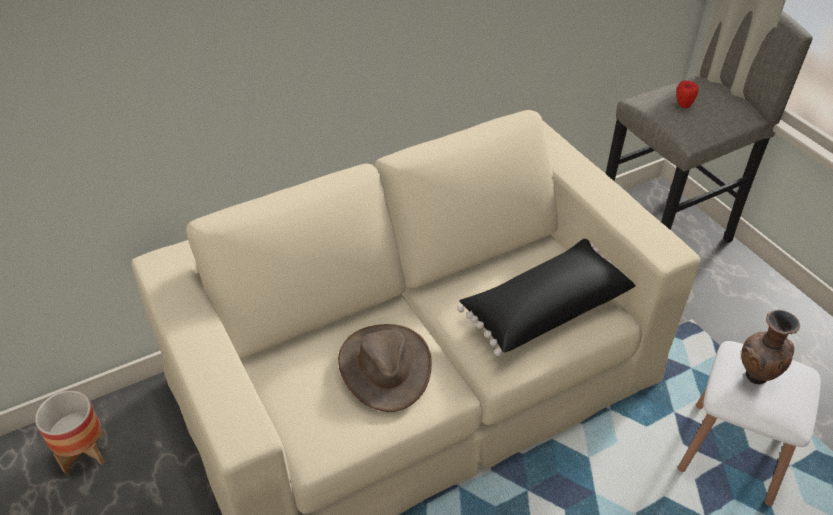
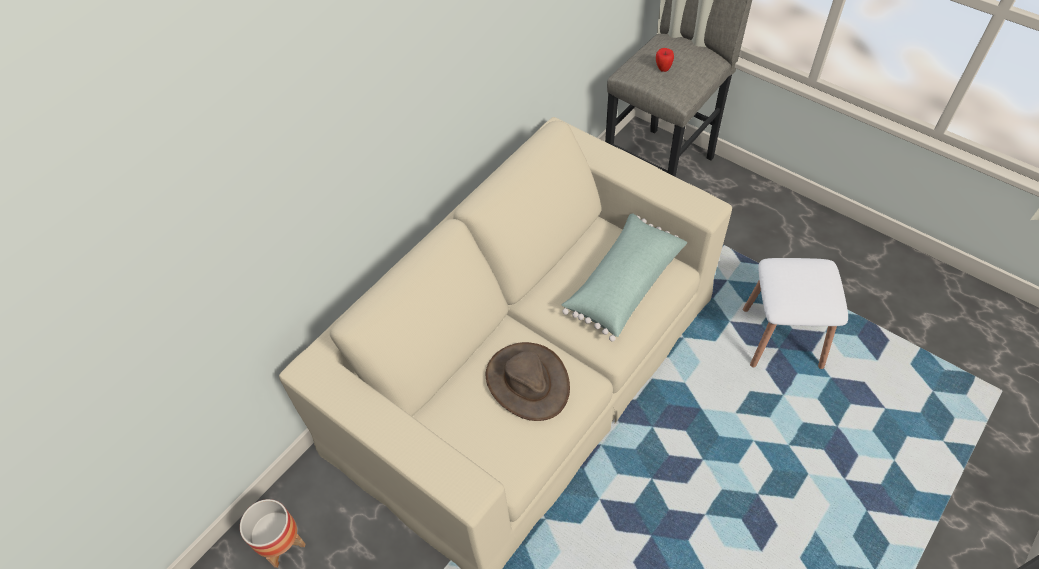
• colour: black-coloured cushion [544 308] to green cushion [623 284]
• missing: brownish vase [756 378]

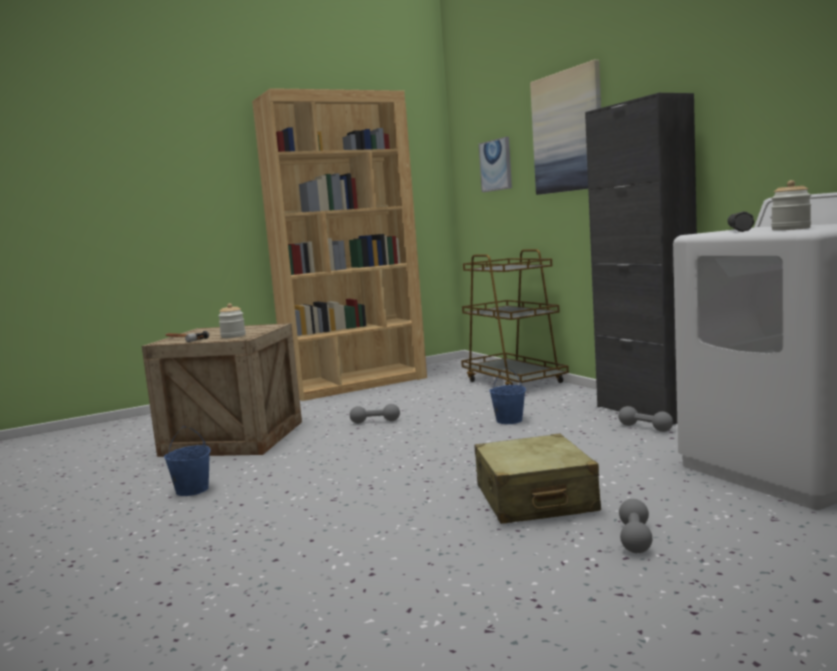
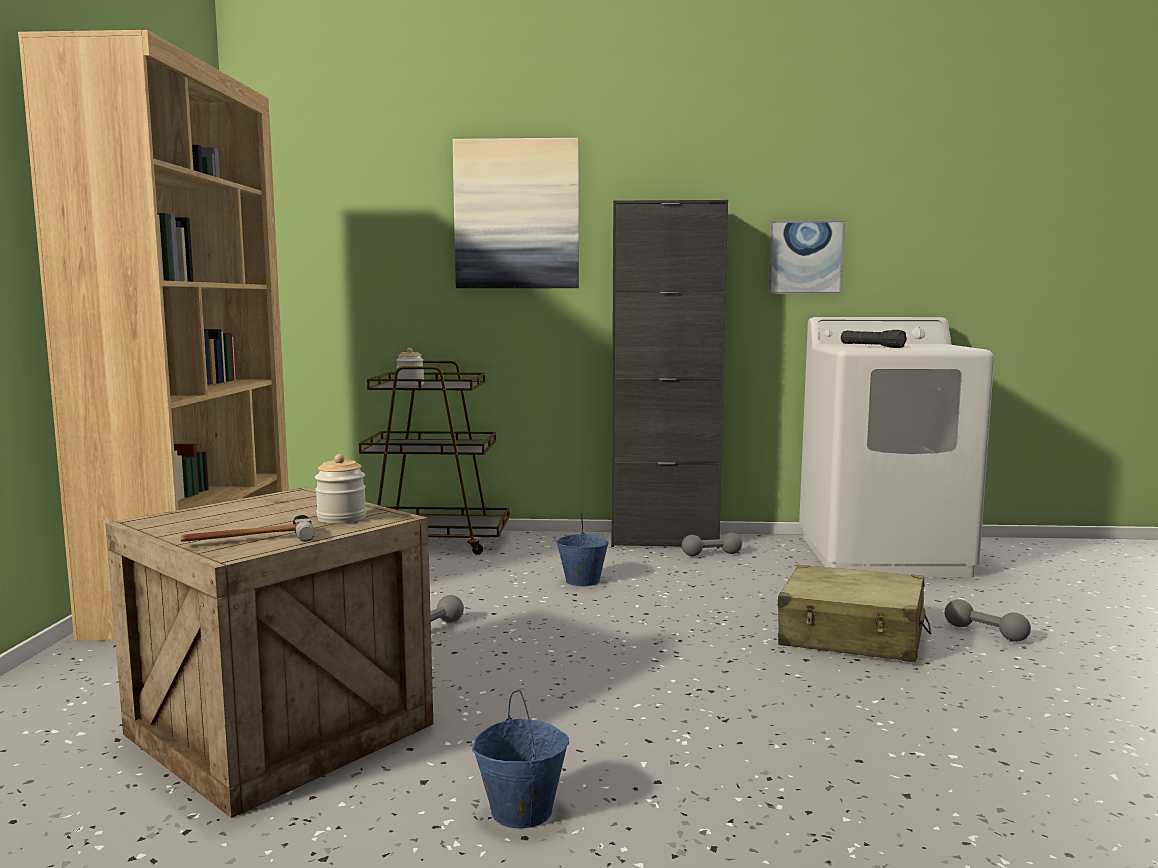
• relocated: wall picture [496 165] to [805 257]
• relocated: jar [791 229] to [410 384]

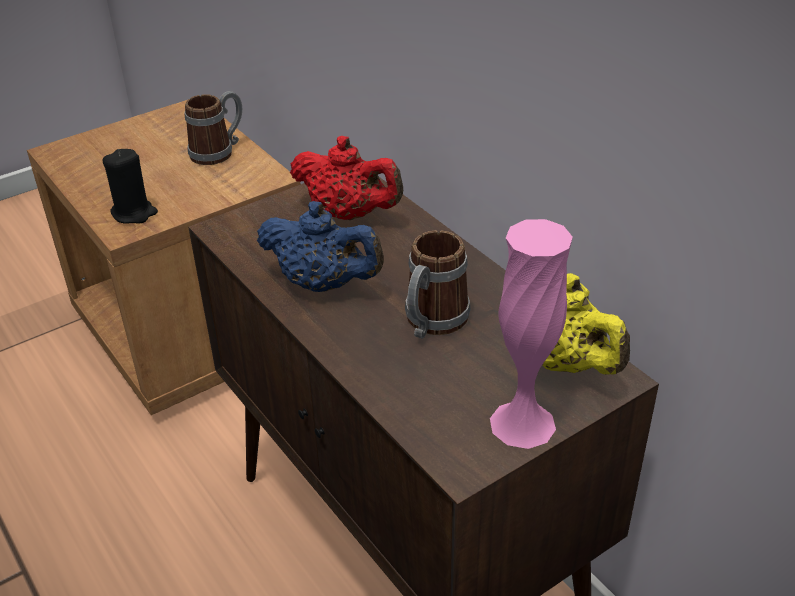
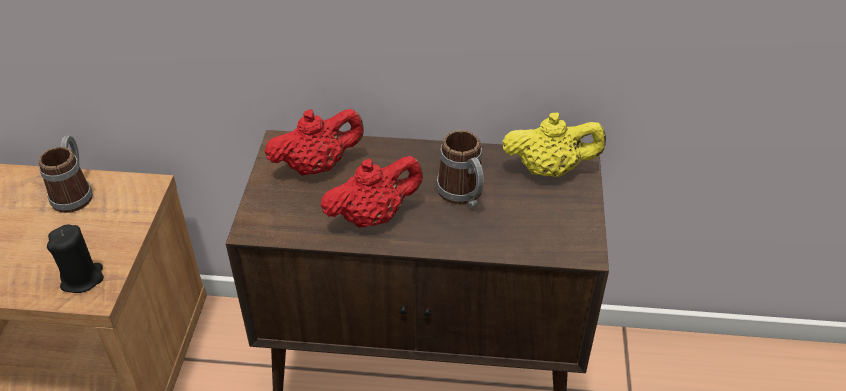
• colour: blue teapot [323 284] to reddish teapot [373 216]
• missing: pinkish vase [522 424]

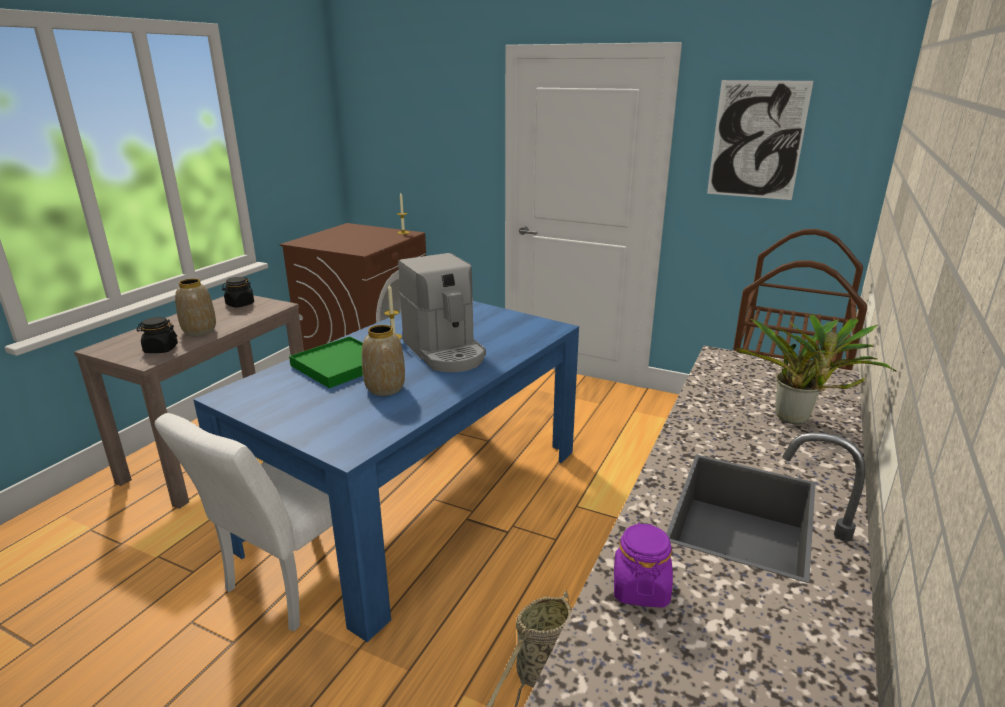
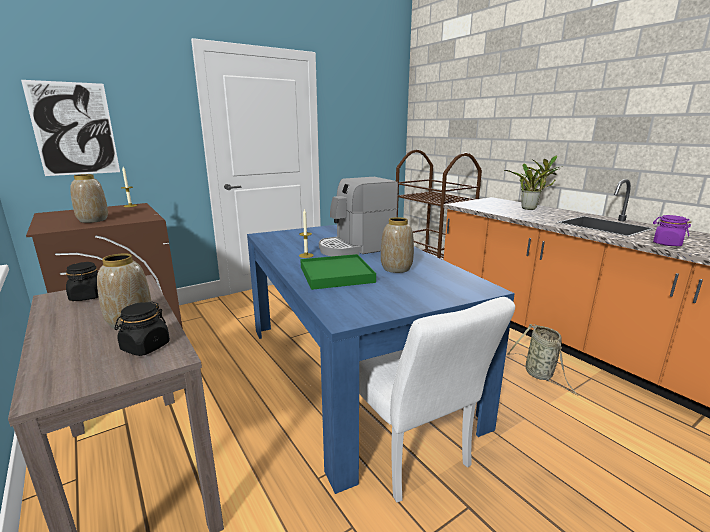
• relocated: wall picture [757 140] to [74 129]
• spun: coffee machine [445 352] = [356 248] 150 degrees clockwise
• appeared: vase [93 220]

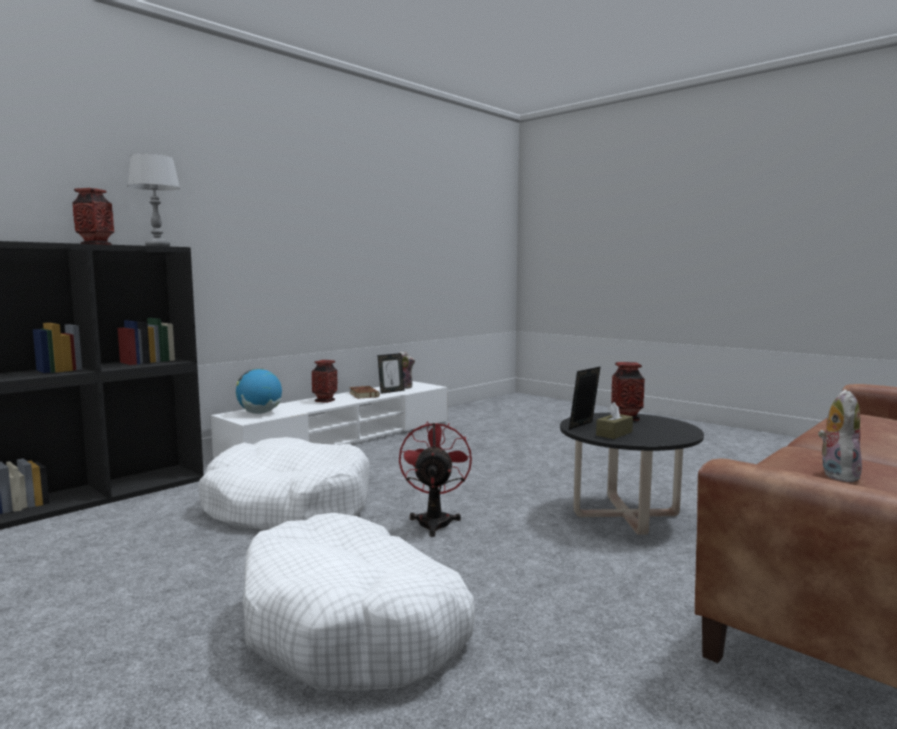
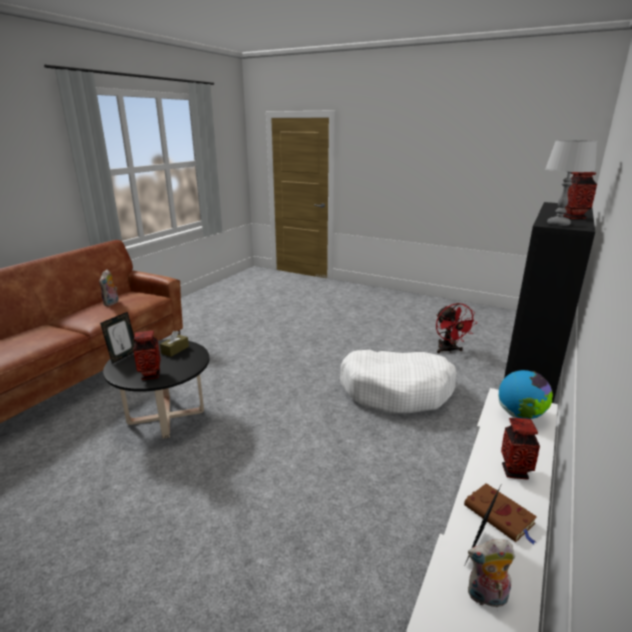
• relocated: picture frame [584 426] to [123 356]
• relocated: reddish fan [435 520] to [448 350]
• missing: white pet bed [353 626]

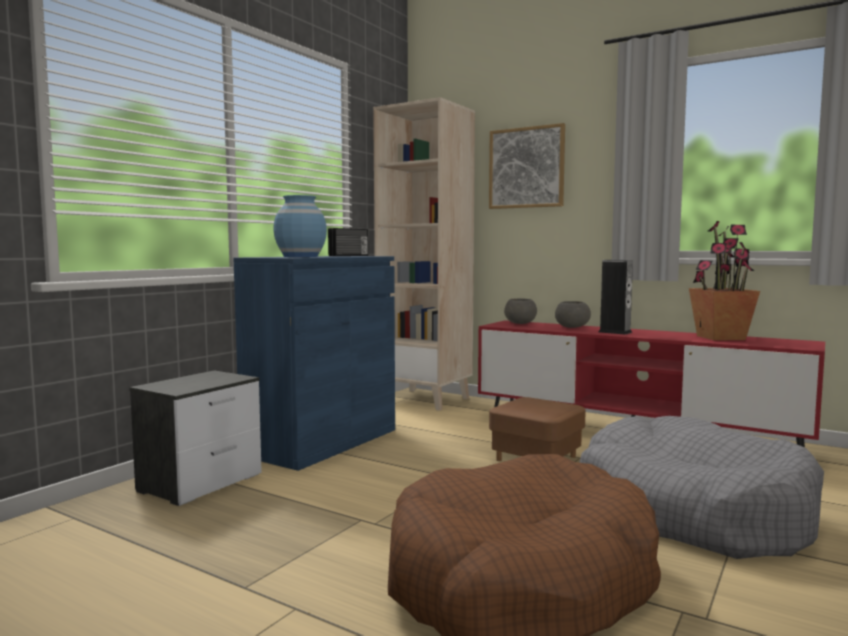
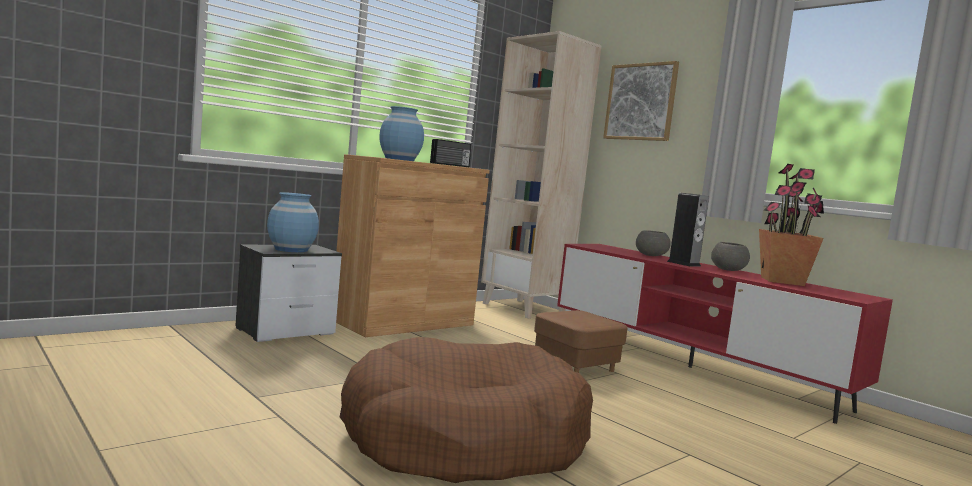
• colour: blue cabinet [322 442] to brownish cabinet [404 322]
• relocated: gray deep dish [520 323] to [728 270]
• missing: gray pet bed [692 511]
• appeared: blue vase [291 249]

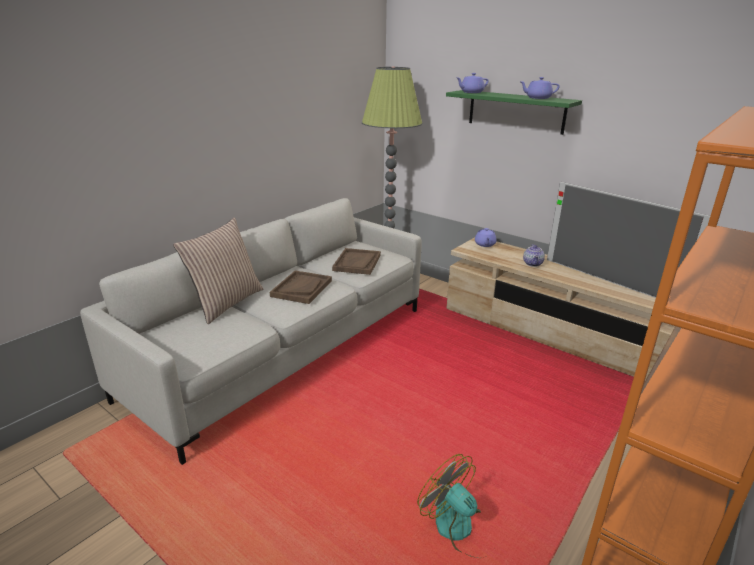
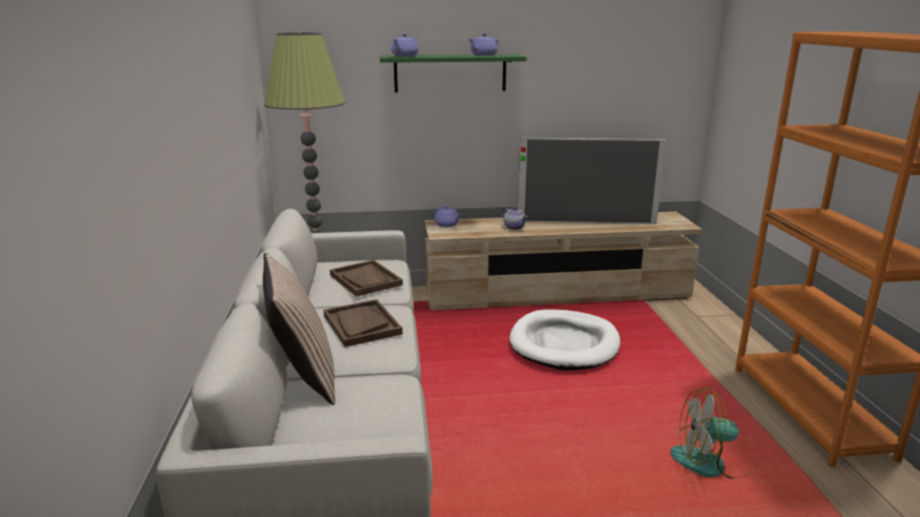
• appeared: white pet bed [564 344]

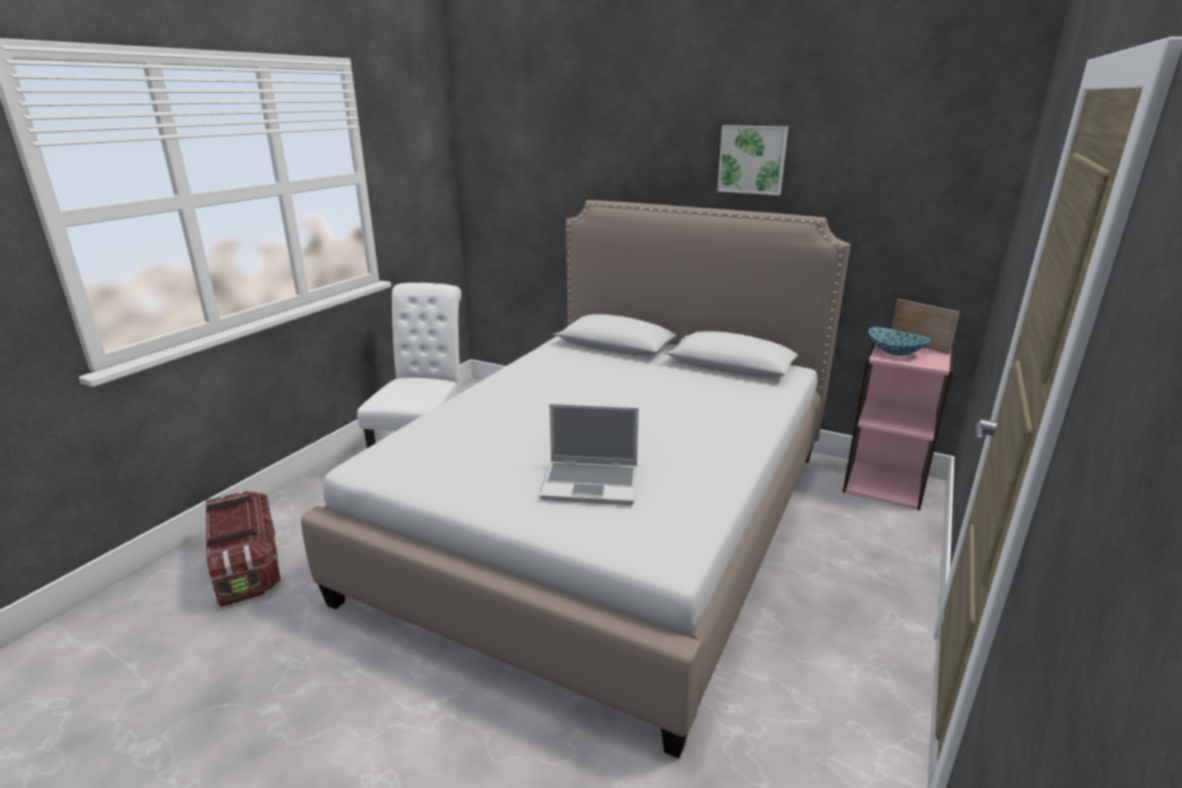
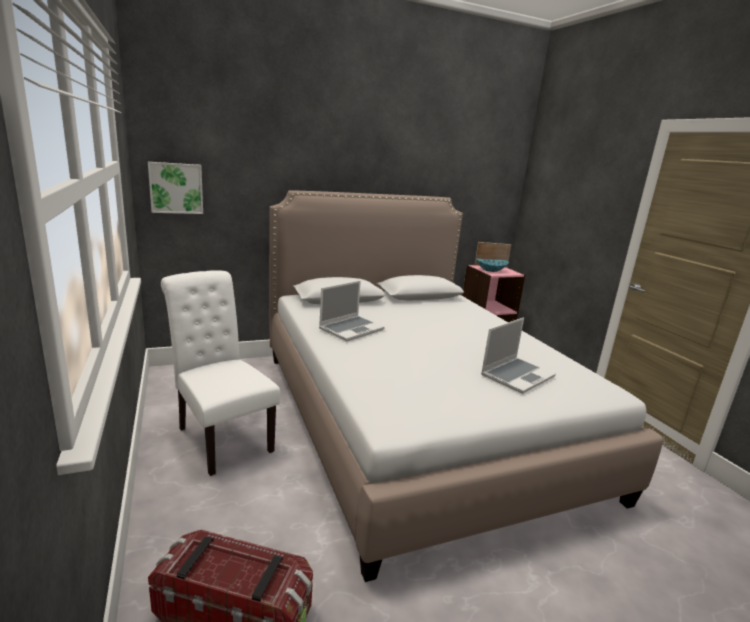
• relocated: wall picture [752 159] to [176 188]
• appeared: laptop [351 329]

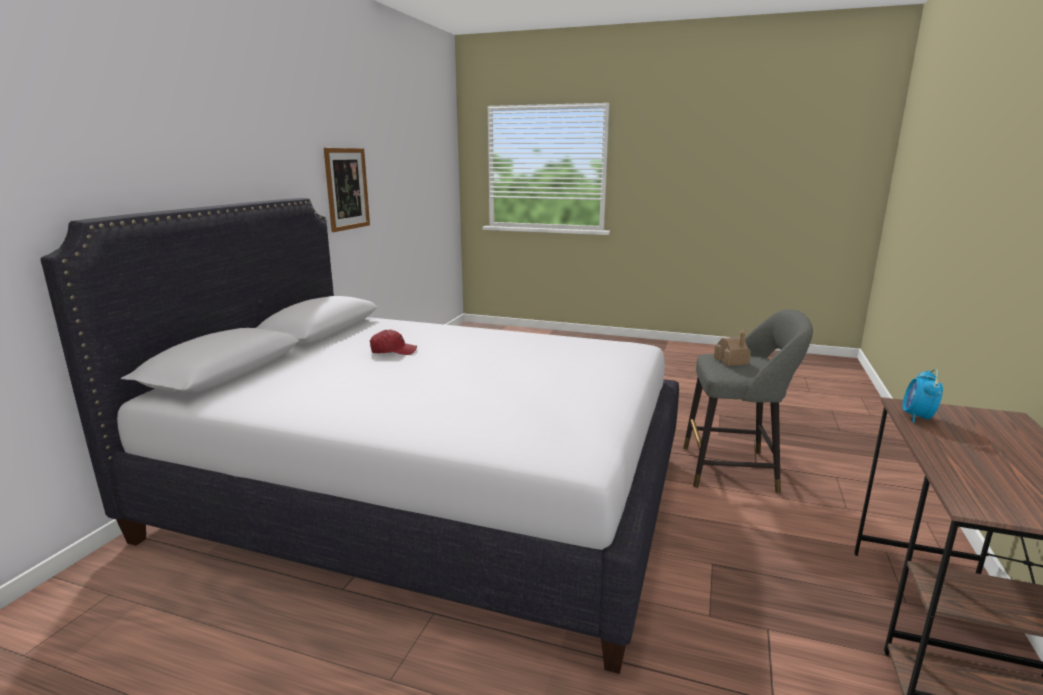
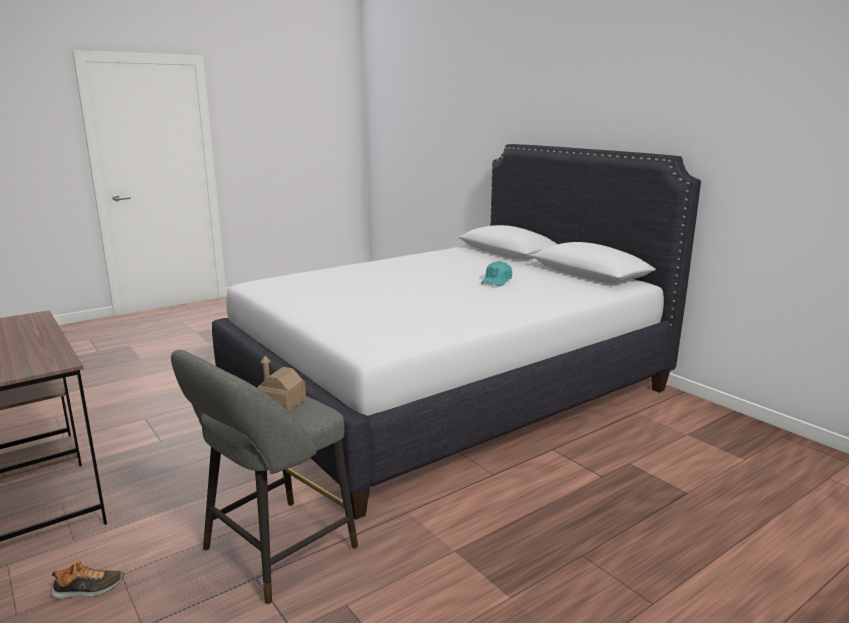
• missing: wall picture [347 189]
• colour: reddish peaked cap [393 351] to turquoise peaked cap [497 281]
• missing: table clock [917 417]
• appeared: item of footwear [88 589]

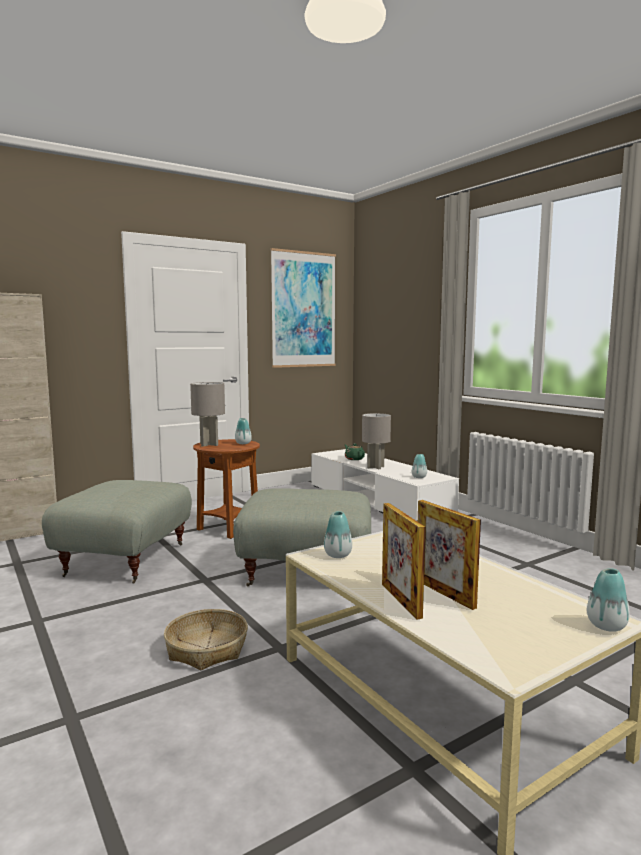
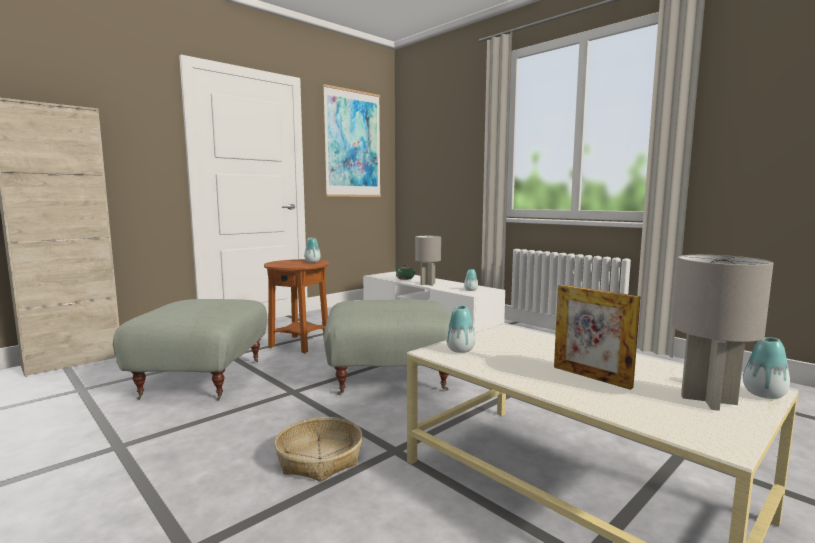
• relocated: gray table lamp [209 444] to [709 400]
• missing: picture frame [401 600]

